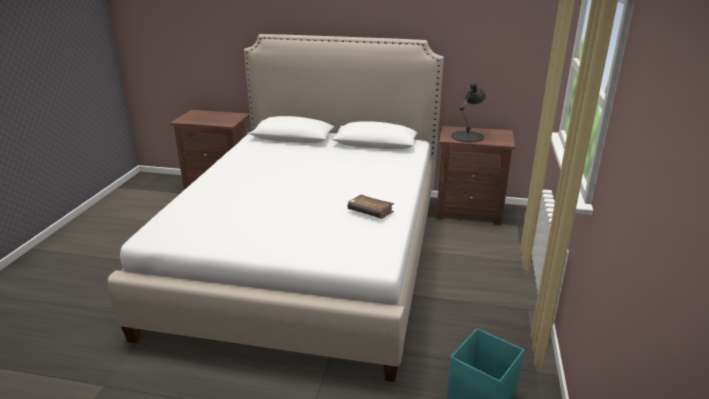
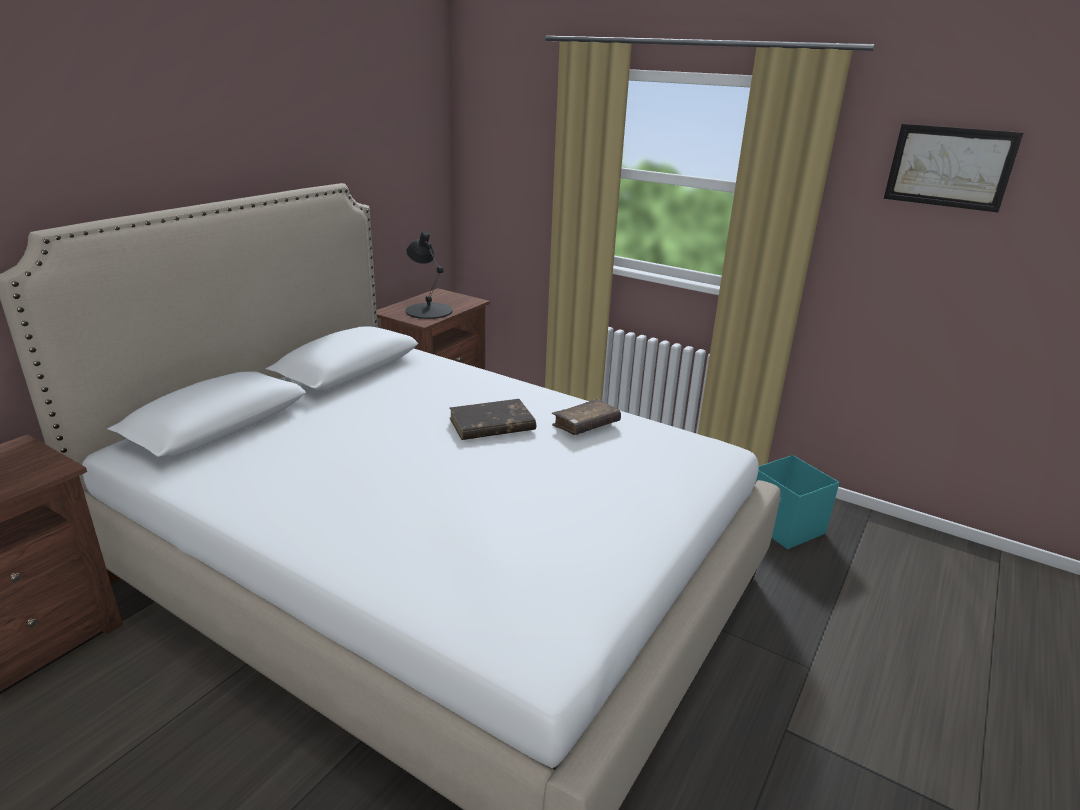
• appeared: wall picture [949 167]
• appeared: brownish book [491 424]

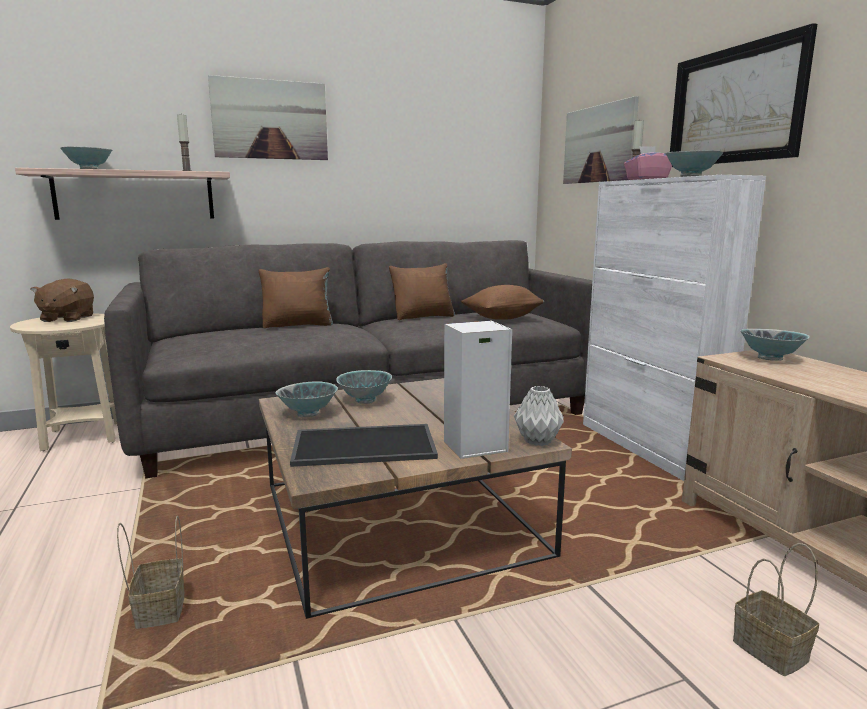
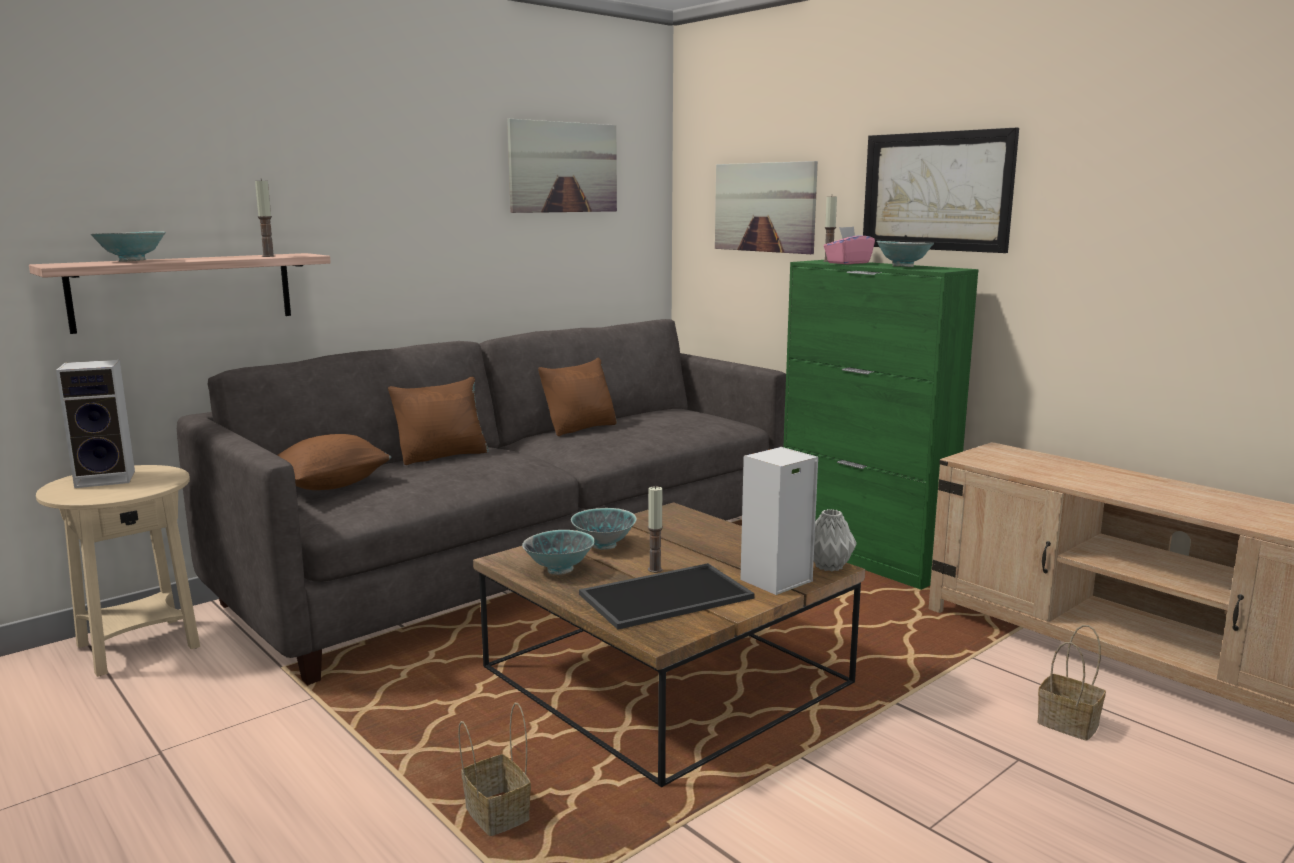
• relocated: wall picture [270 120] to [563 167]
• colour: white cabinet [648 448] to green cabinet [862 558]
• exchanged: brownish plush toy [67 318] to speaker [108 478]
• relocated: brownish cushion [502 318] to [329 485]
• missing: deep dish [770 359]
• appeared: wax candle [655 569]

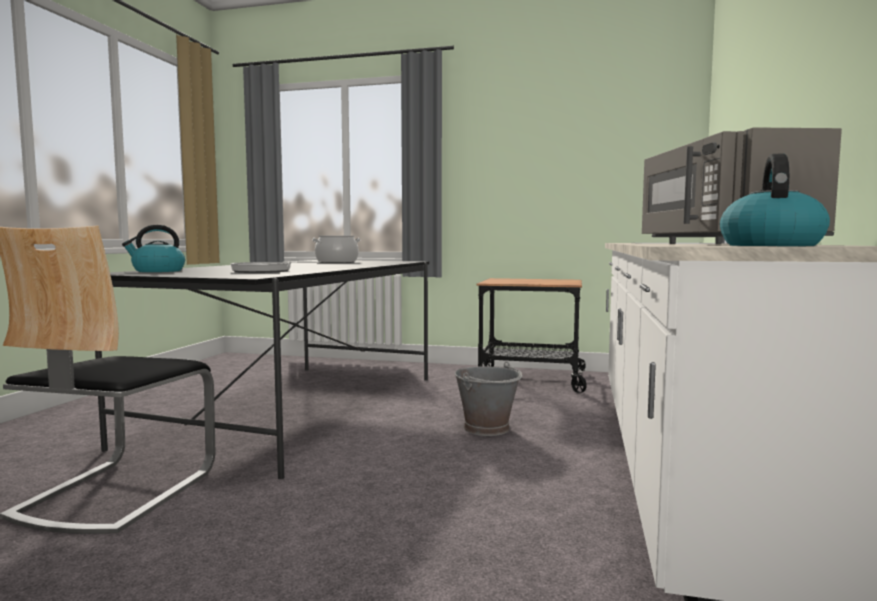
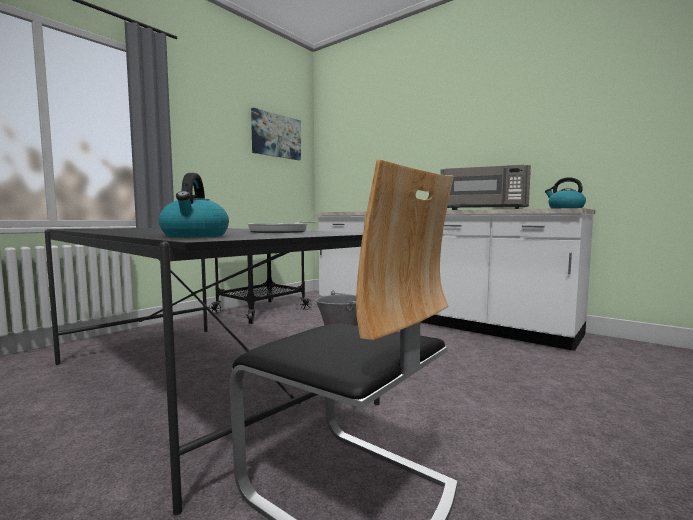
• missing: stockpot [337 262]
• appeared: wall picture [276 136]

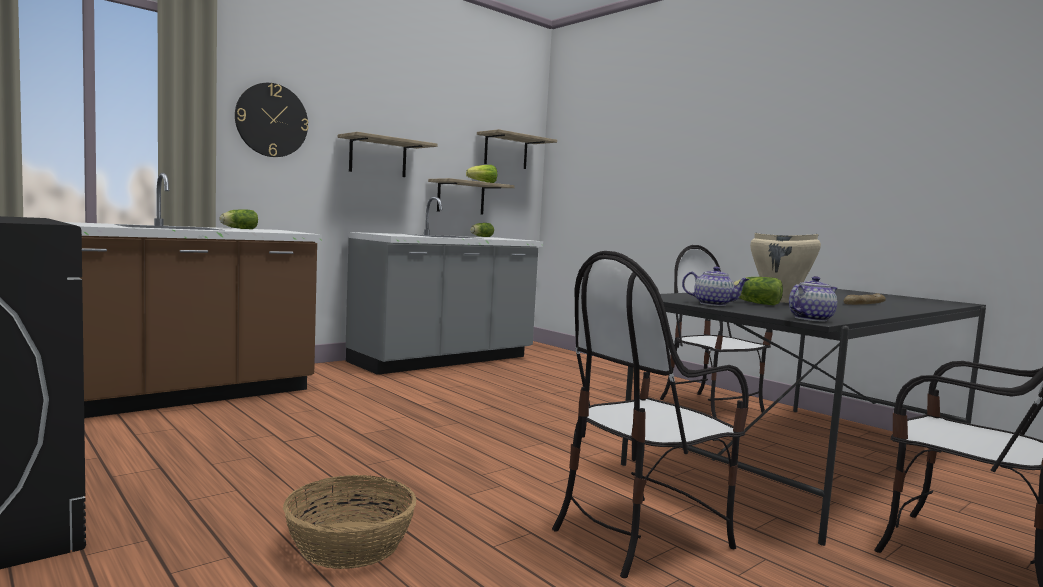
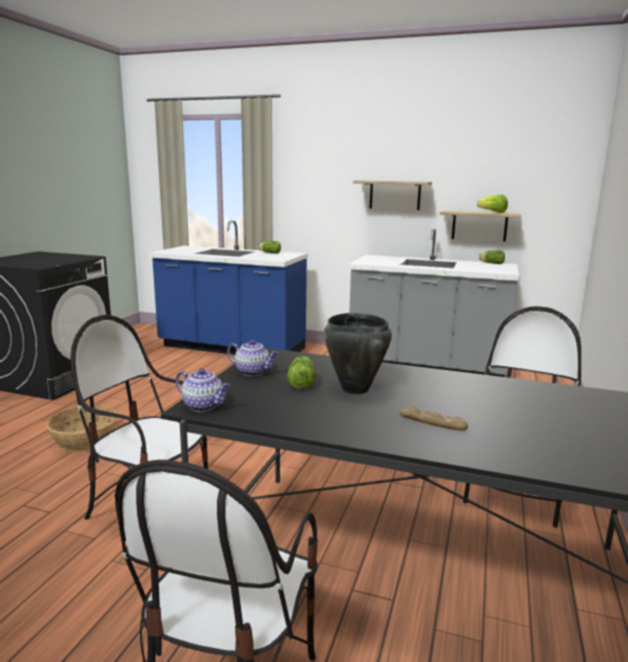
• missing: wall clock [272 120]
• missing: wall shelf [506 151]
• colour: brownish kitchen base unit [179 397] to blue kitchen base unit [232 348]
• colour: sand-coloured stockpot [780 301] to black-coloured stockpot [354 389]
• spun: teapot [714 304] = [253 372] 60 degrees counterclockwise

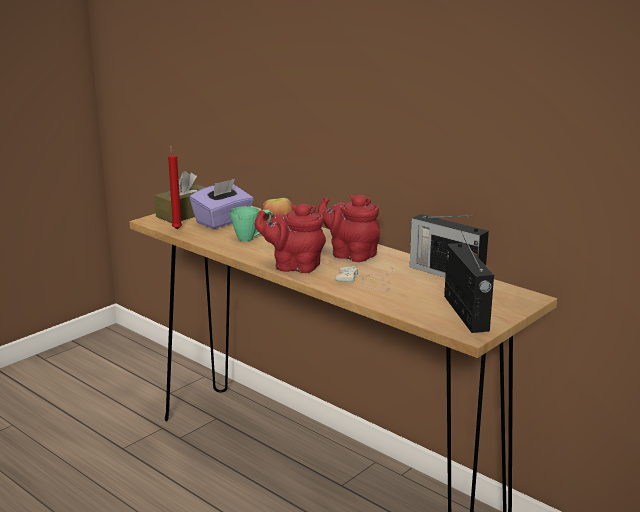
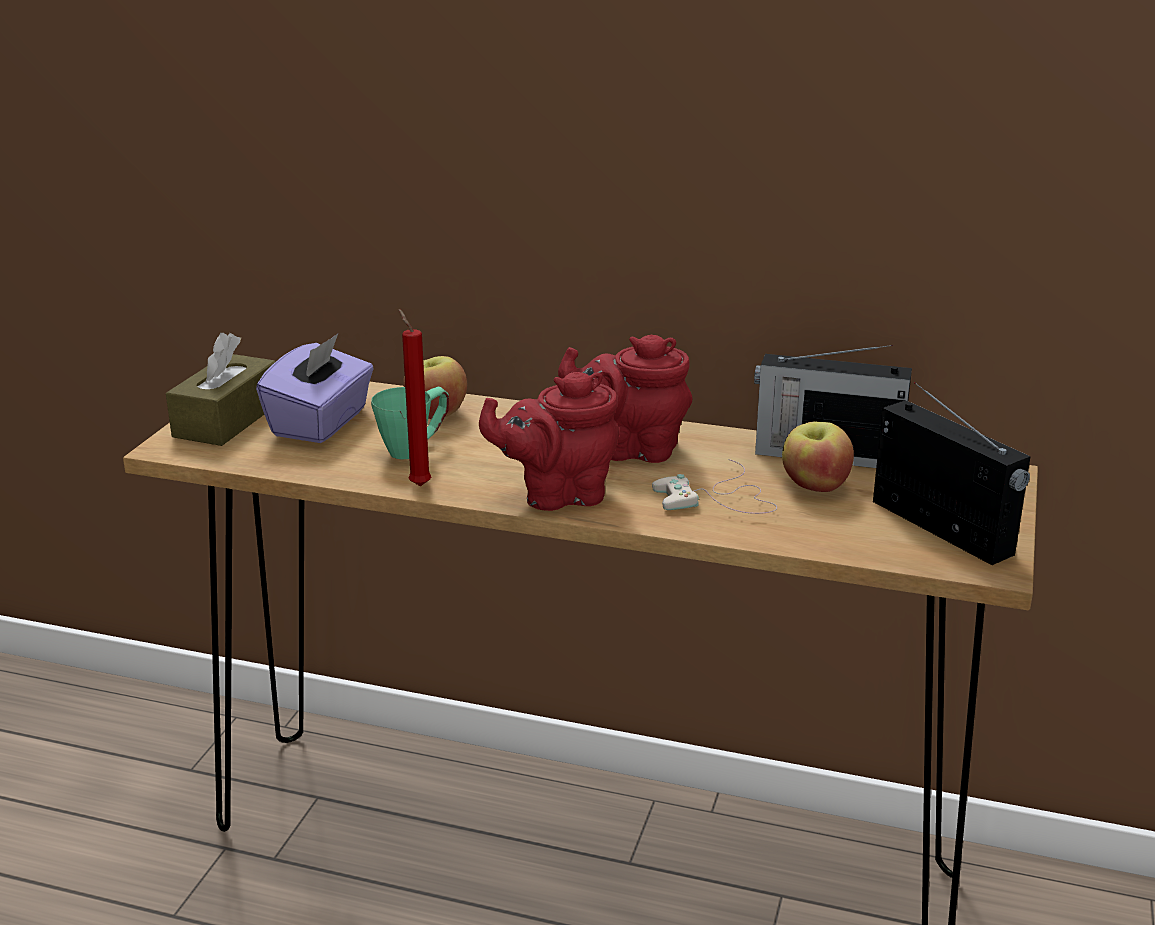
• relocated: reddish wax candle [177 228] to [418 484]
• appeared: whole apple [814 486]

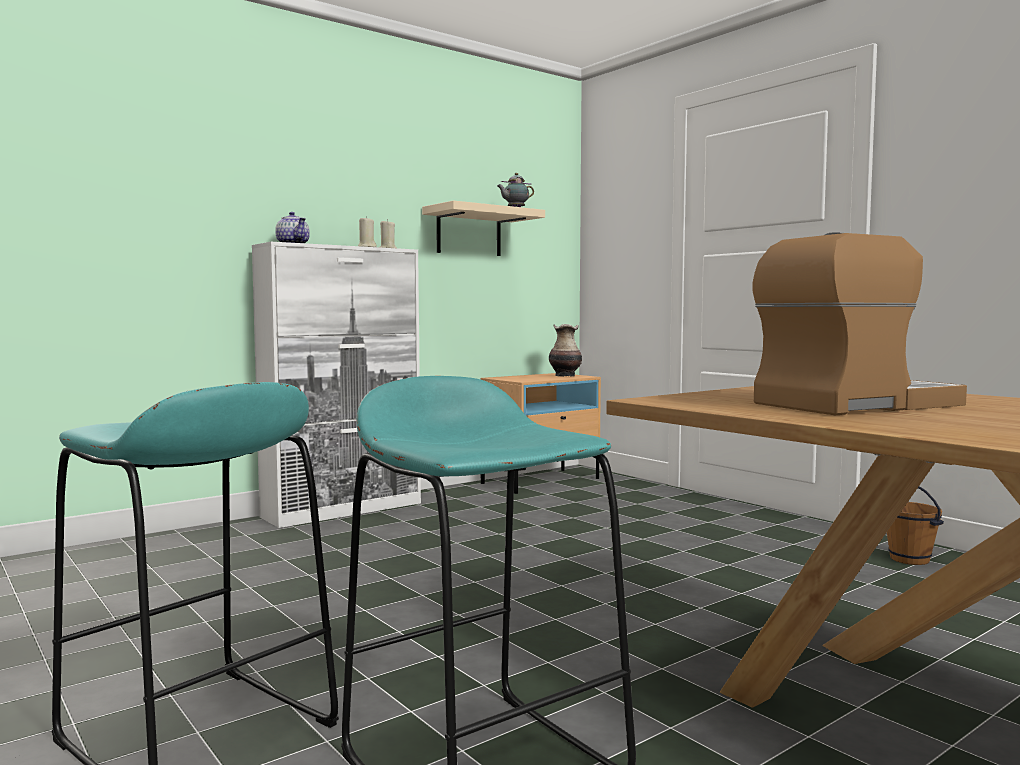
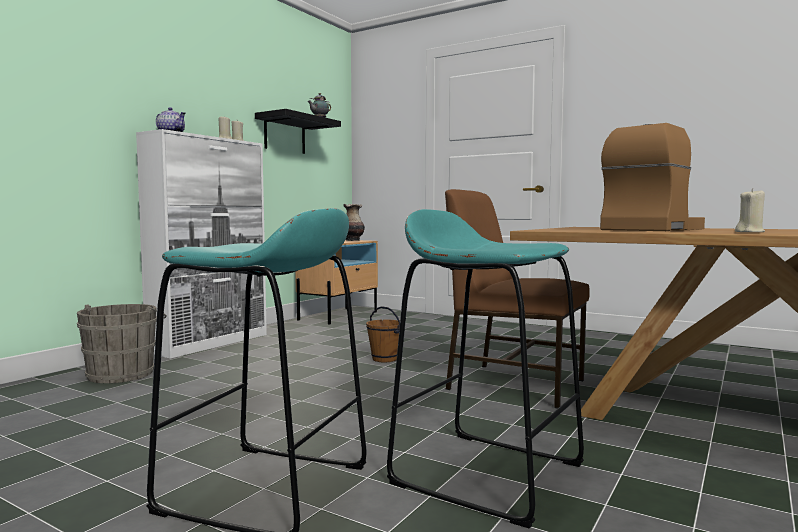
• colour: sand-coloured wall shelf [469 232] to black-coloured wall shelf [284 135]
• relocated: brownish pail [910 559] to [385 359]
• appeared: sand-coloured wax candle [750 232]
• appeared: brownish chair [514 384]
• appeared: gray pail [123 373]

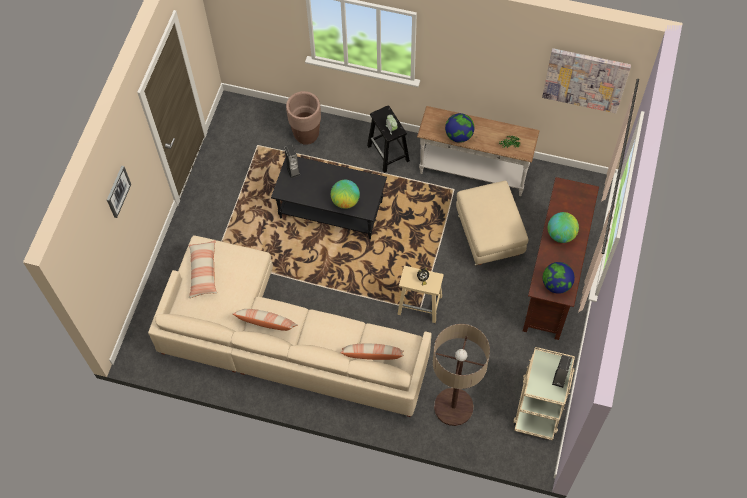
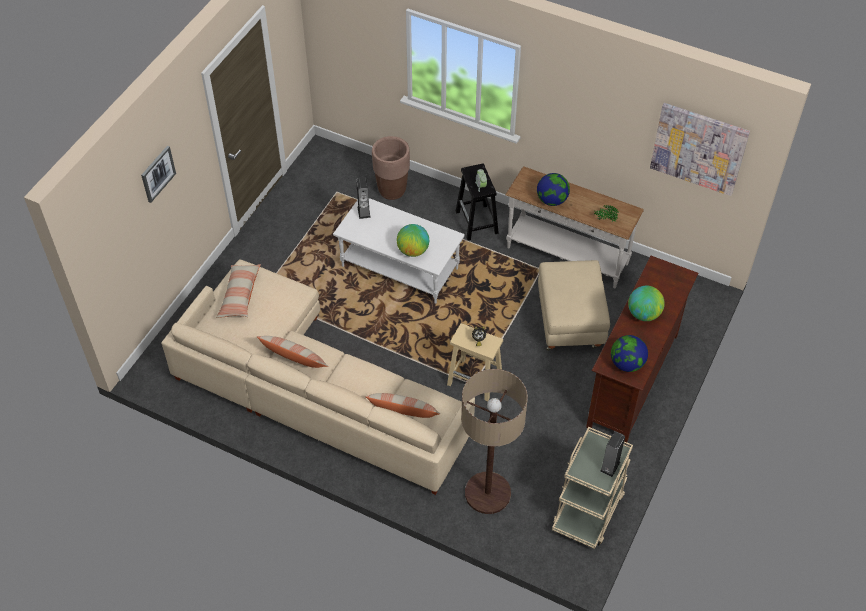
• colour: black-coloured low table [330 211] to white low table [399 268]

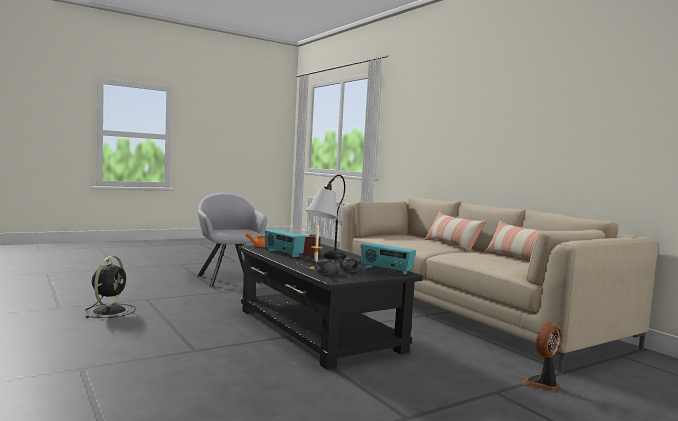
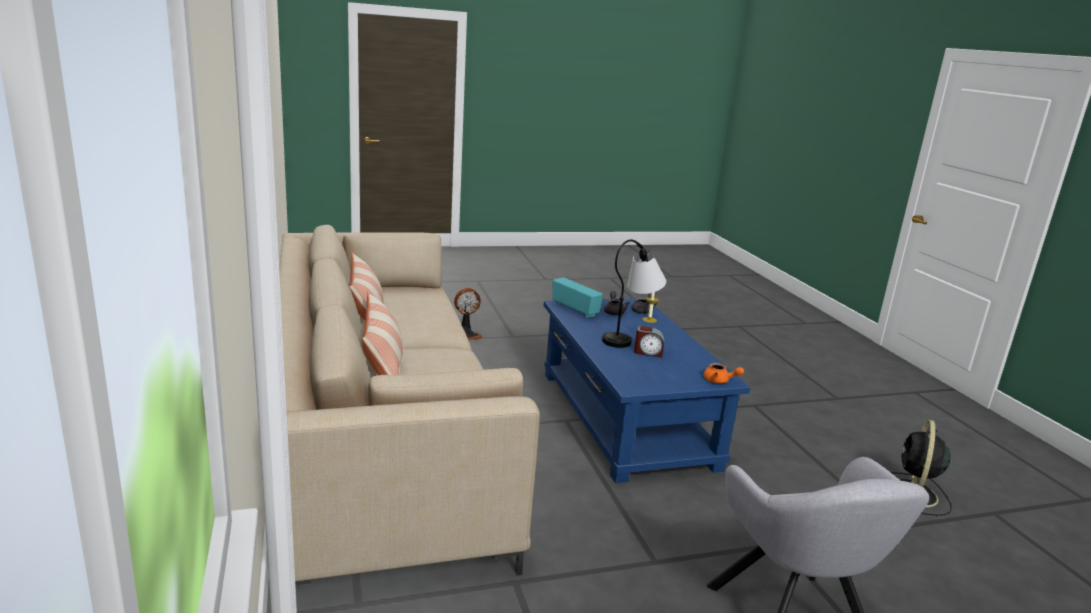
• missing: radio [283 253]
• colour: black-coloured low table [318 330] to blue low table [625 418]

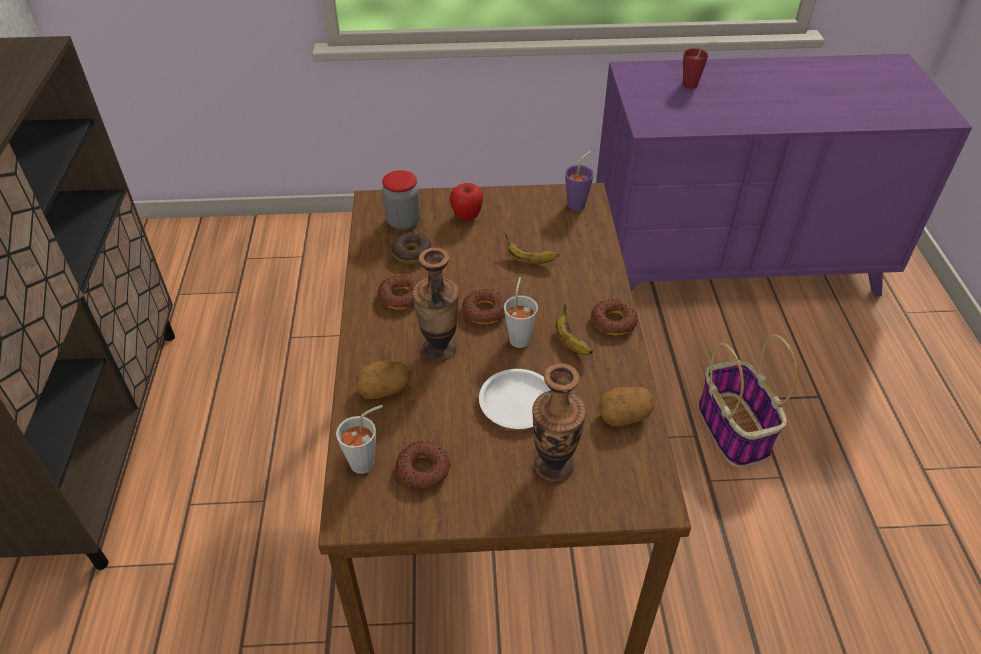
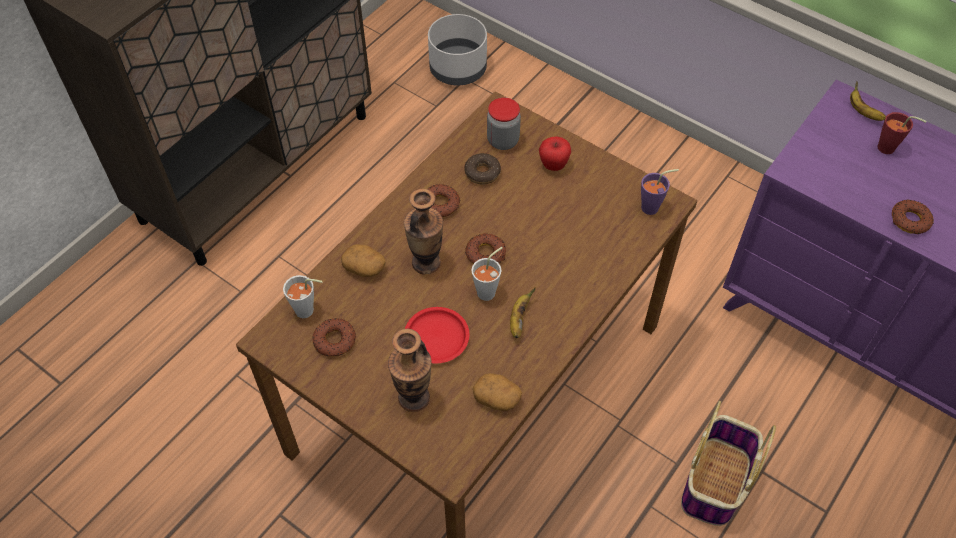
• relocated: banana fruit [529 260] to [863 112]
• relocated: ring doughnut [613 322] to [910 220]
• colour: white plate [516 402] to reddish plate [436 337]
• appeared: gray planter [458 68]

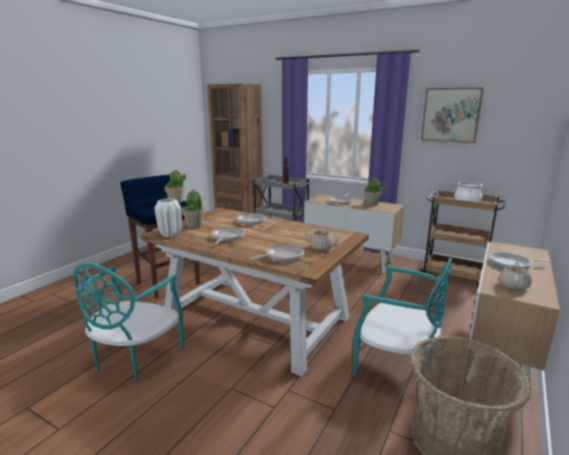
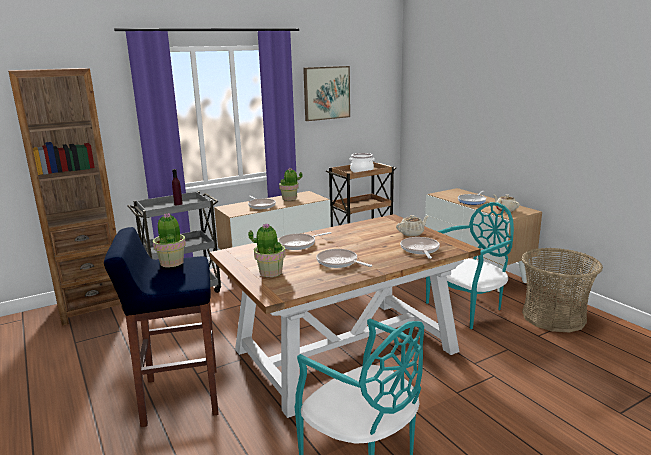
• missing: white vase [170 235]

